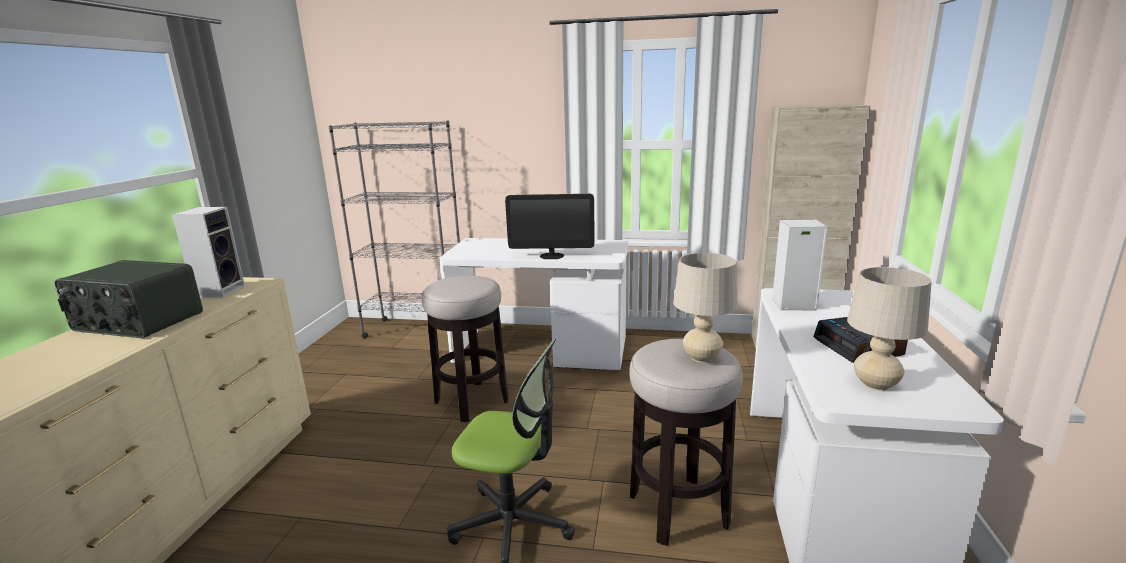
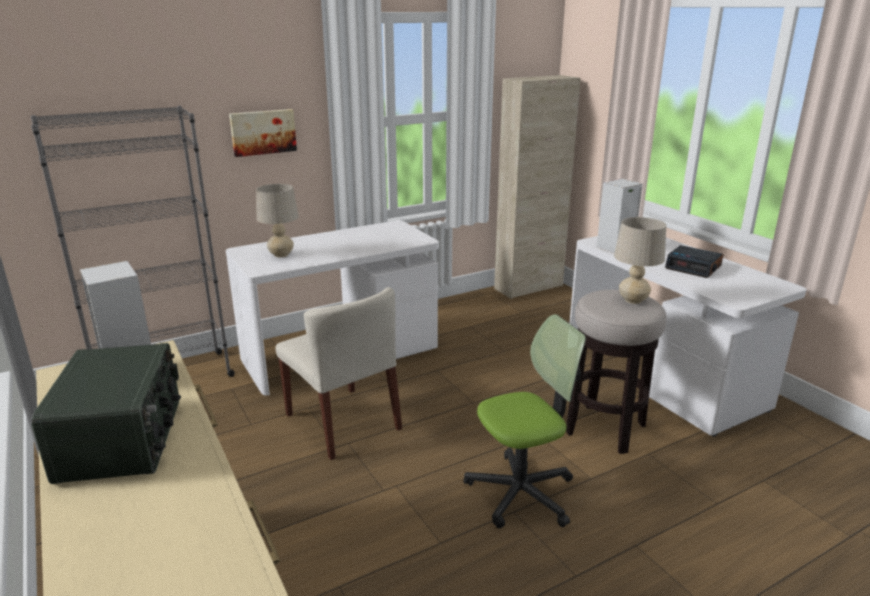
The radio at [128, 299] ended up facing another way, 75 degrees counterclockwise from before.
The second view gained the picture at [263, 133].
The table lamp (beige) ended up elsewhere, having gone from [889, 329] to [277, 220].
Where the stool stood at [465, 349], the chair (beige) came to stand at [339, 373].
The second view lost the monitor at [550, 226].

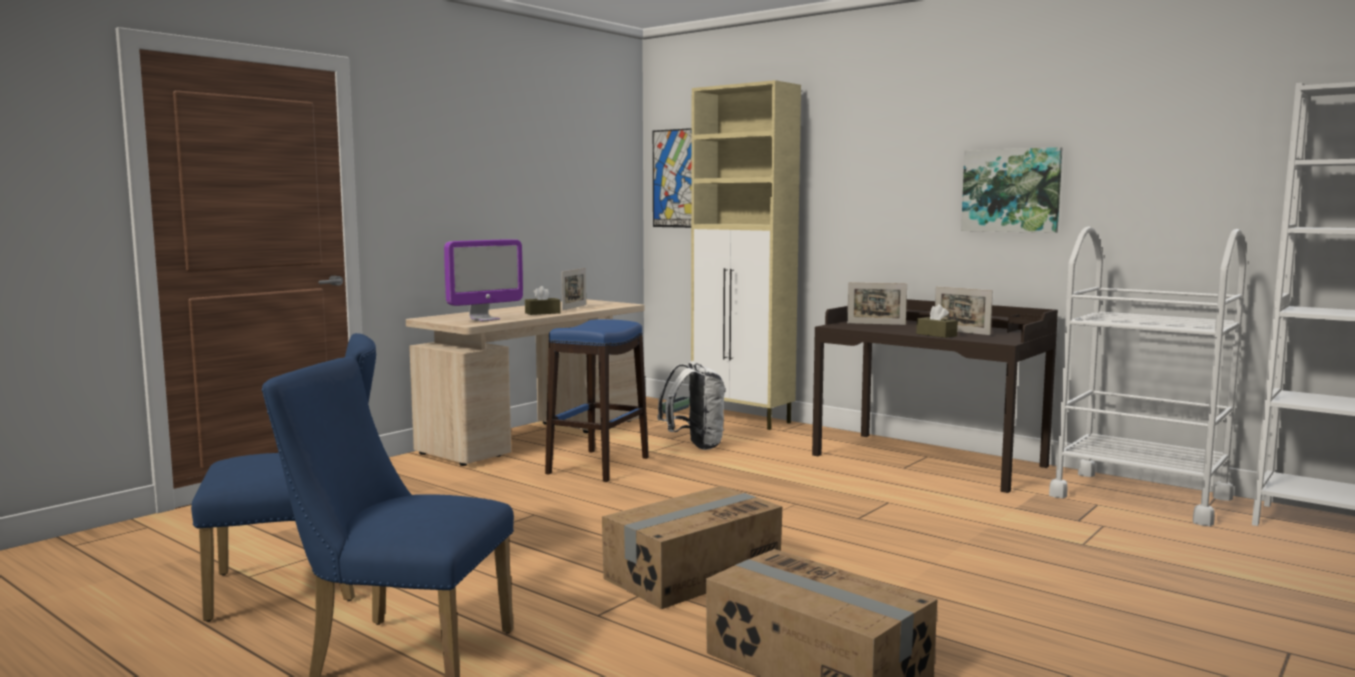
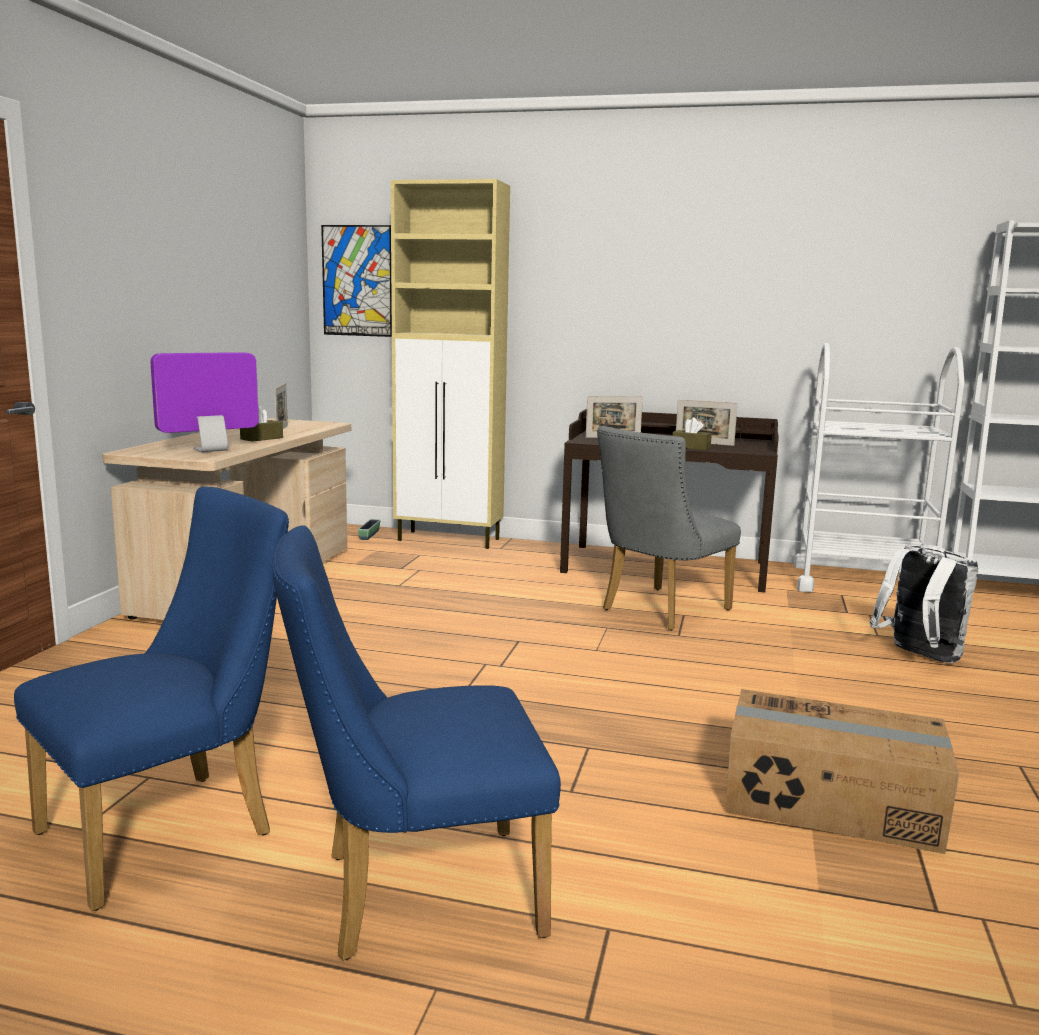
The monitor at [483, 280] ended up facing another way, 150 degrees counterclockwise from before.
The second view gained the chair (grey) at [669, 528].
The backpack (white) ended up elsewhere, having gone from [691, 405] to [924, 604].
The second view lost the stool (blue) at [597, 400].
The second view lost the cardboard box at [692, 547].
The second view lost the picture at [1012, 190].

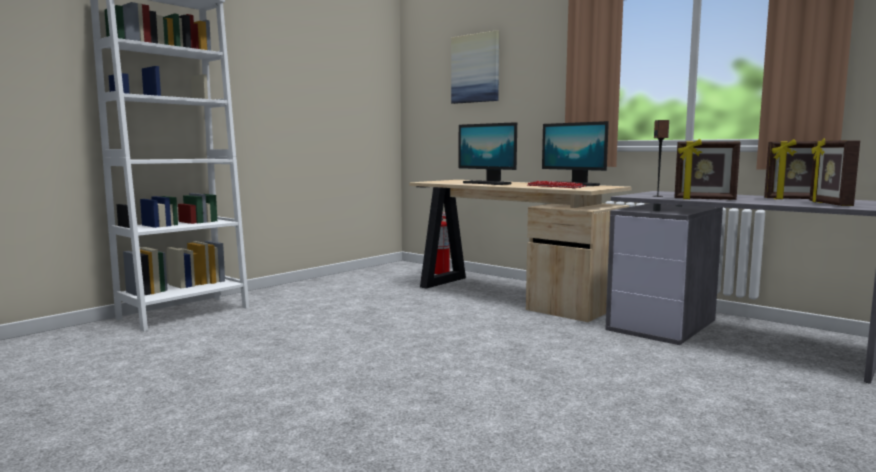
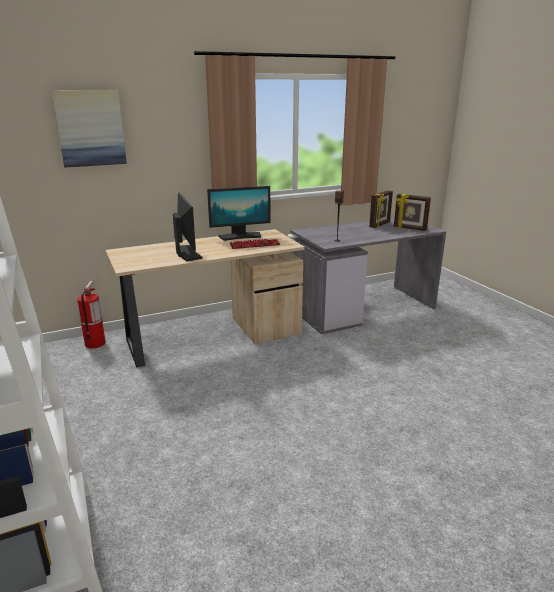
The monitor at [487, 153] ended up facing another way, 90 degrees counterclockwise from before.
The second view lost the picture frame at [707, 169].

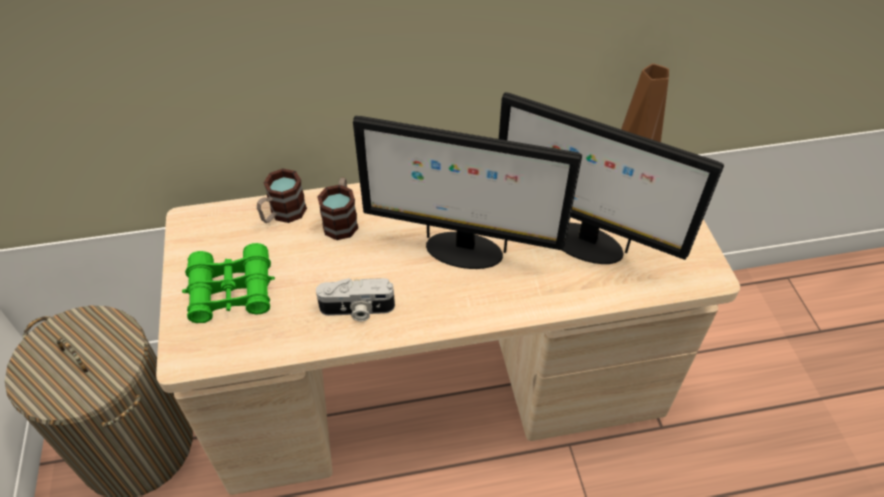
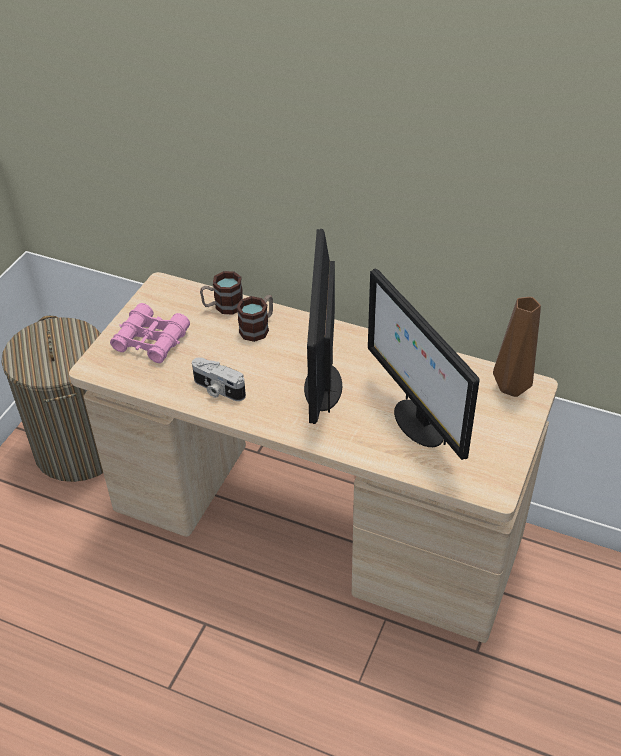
What was the binoculars (green) at [228, 283] turned into the binoculars (pink) at [150, 333].
The monitor at [467, 192] ended up facing another way, 45 degrees clockwise from before.

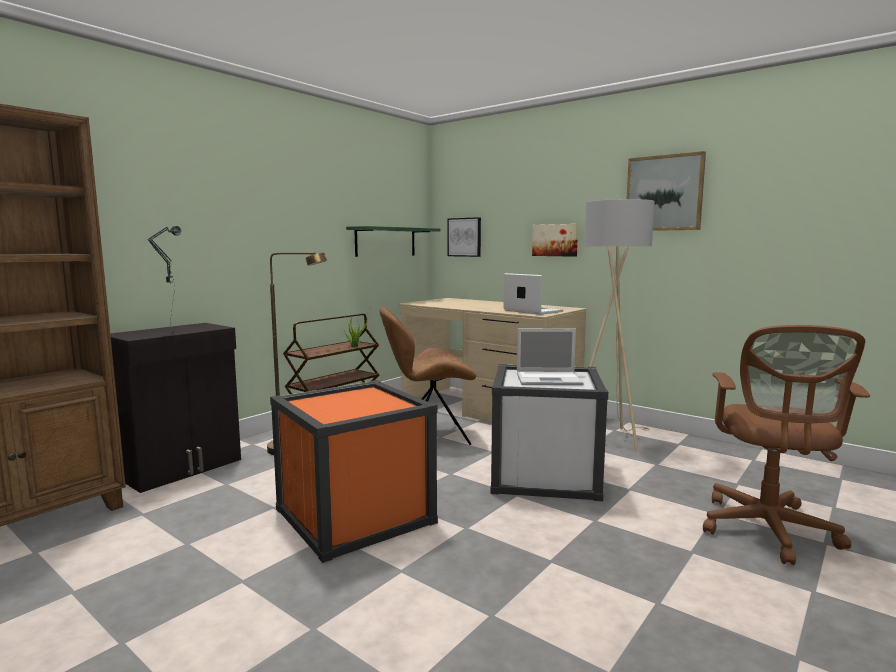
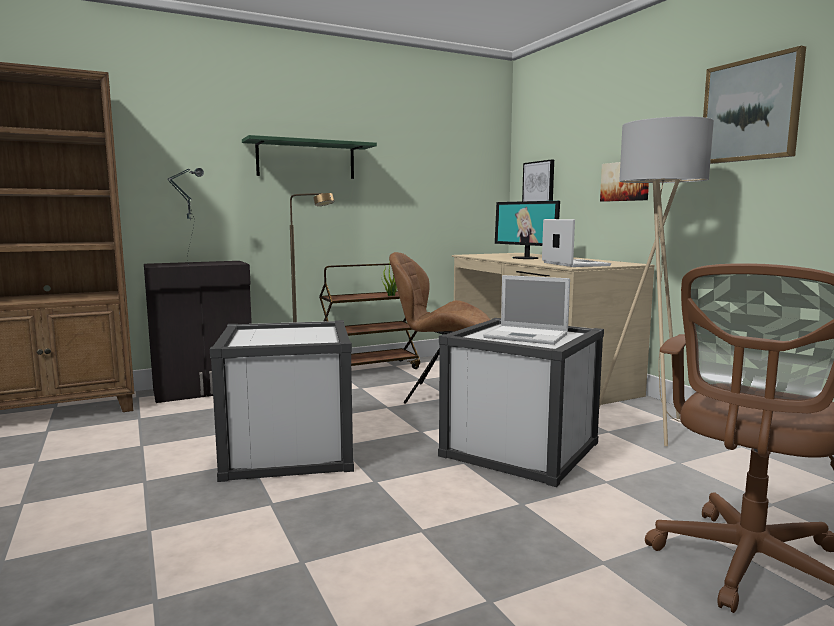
What was the storage box (orange) at [354, 471] turned into the storage box (white) at [282, 401].
The shelf (green) ended up elsewhere, having gone from [393, 241] to [309, 157].
The second view gained the monitor at [527, 230].

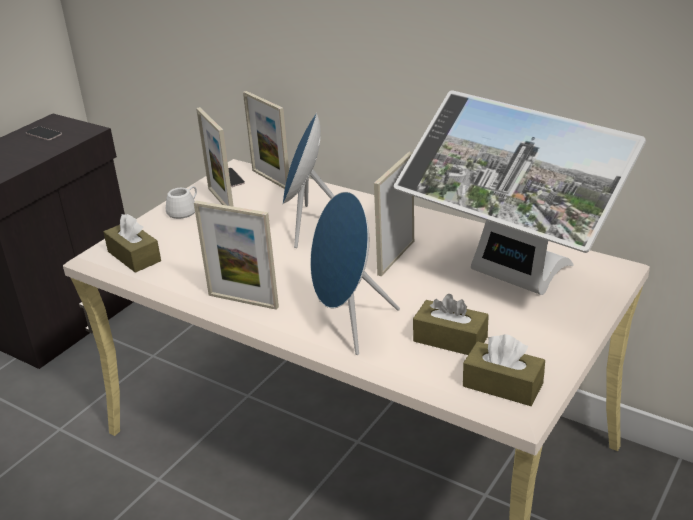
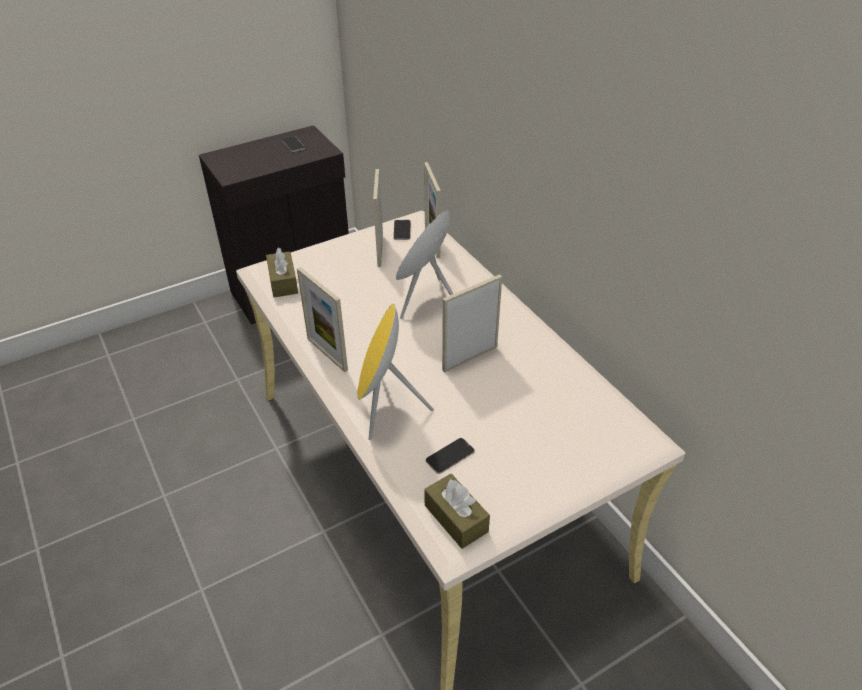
What was the speaker (blue) at [355, 273] turned into the speaker (yellow) at [395, 372].
Where the tissue box (brown) stood at [451, 324], the phone came to stand at [450, 456].
The second view lost the mug (white) at [181, 202].
The second view lost the monitor at [520, 192].

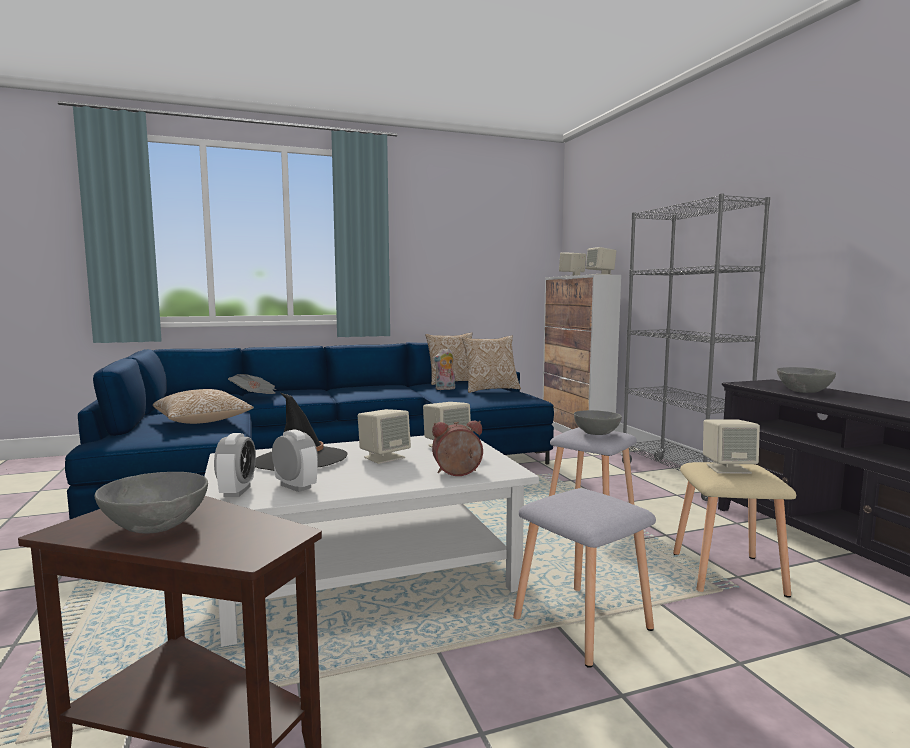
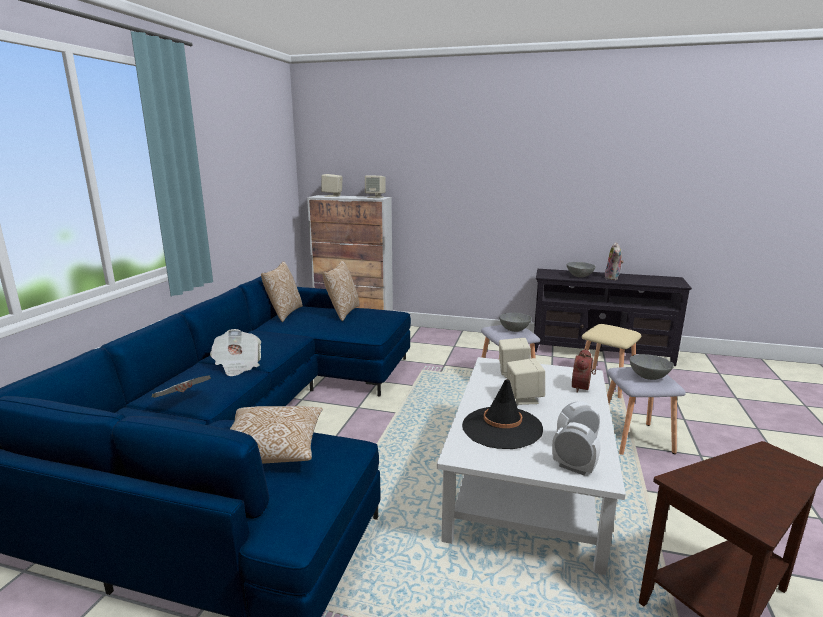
The second view gained the newspaper at [235, 352].
The plush toy ended up elsewhere, having gone from [443, 369] to [614, 261].
The bowl (grey) ended up elsewhere, having gone from [151, 503] to [652, 367].
The second view lost the bookcase (grey) at [695, 347].
The second view lost the speaker (beige) at [731, 446].

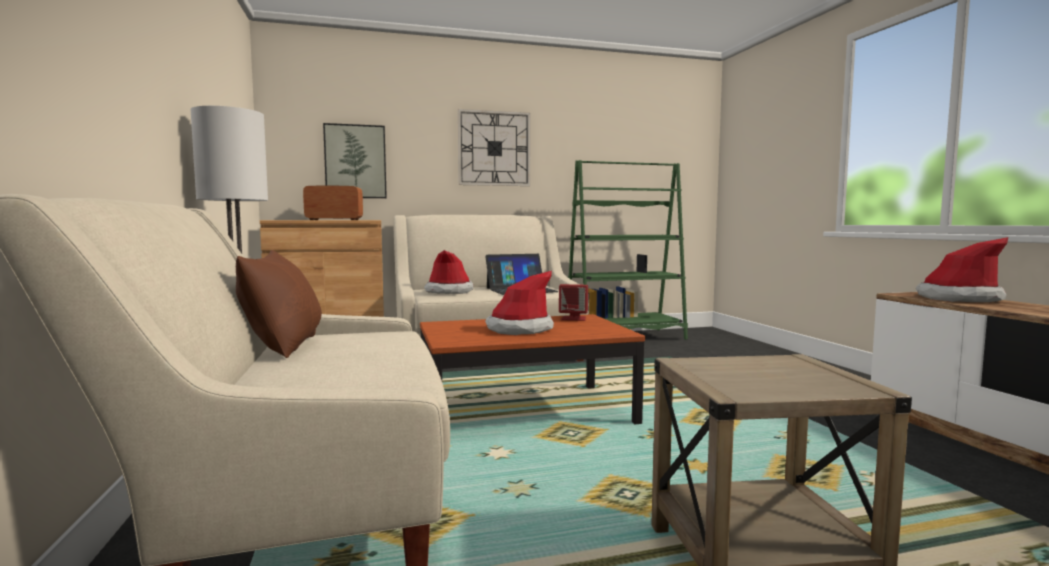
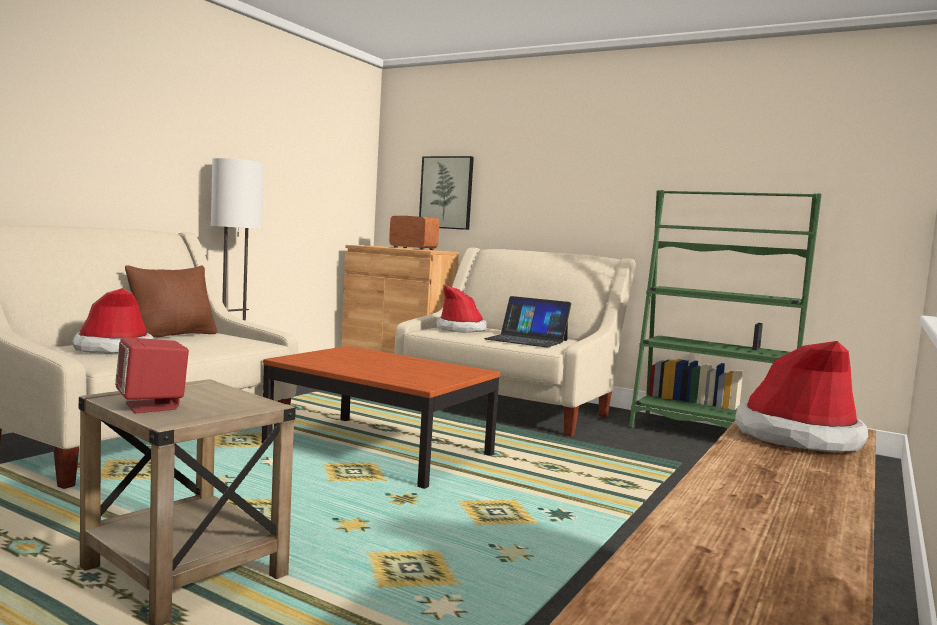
The hat ended up elsewhere, having gone from [519, 303] to [113, 320].
The speaker (red) ended up elsewhere, having gone from [573, 302] to [152, 375].
The second view lost the wall clock at [494, 147].

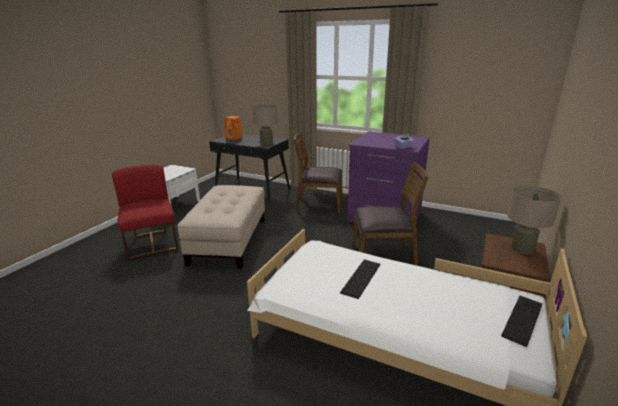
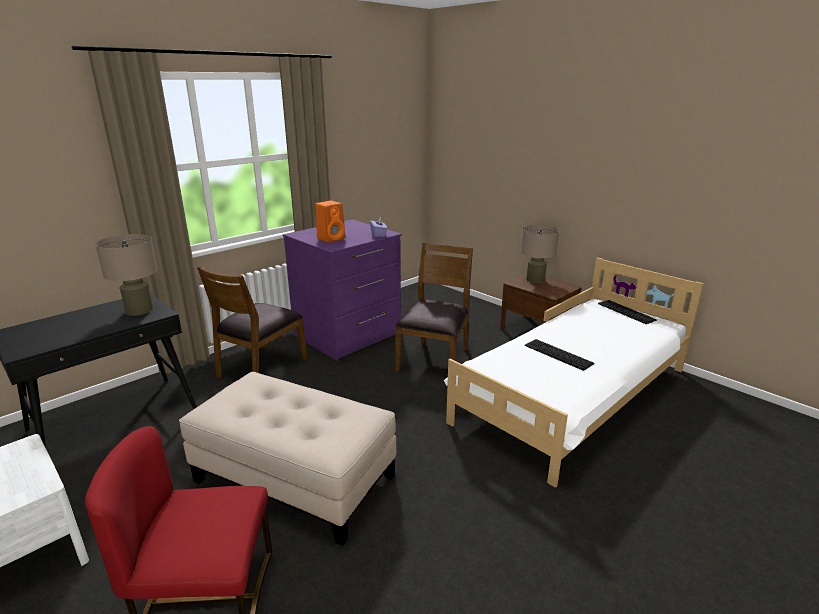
The speaker (orange) ended up elsewhere, having gone from [233, 128] to [330, 222].

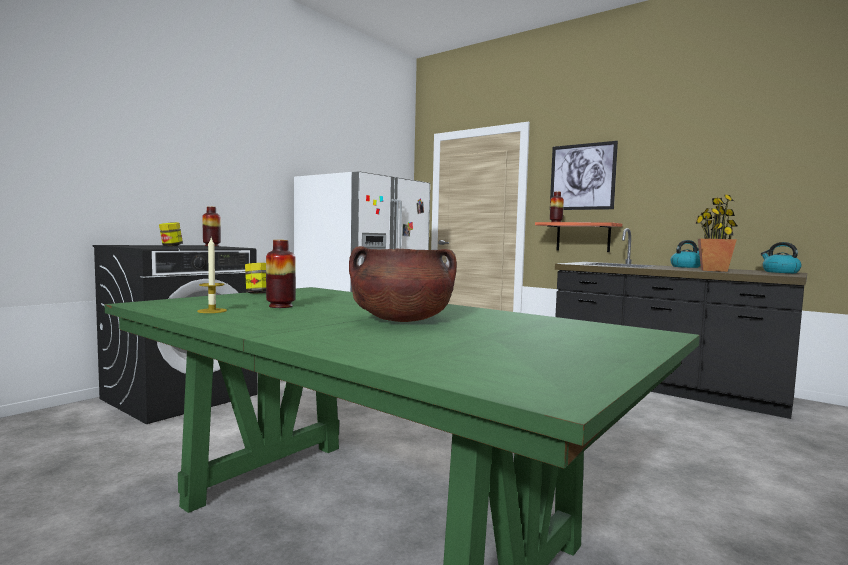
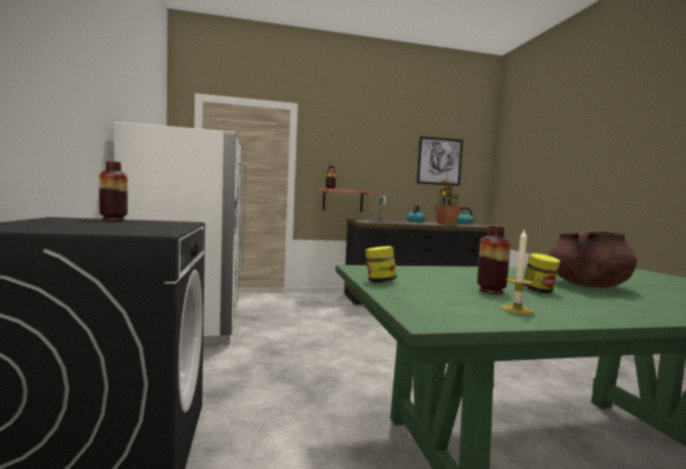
The picture ended up elsewhere, having gone from [584, 175] to [440, 161].
The jar ended up elsewhere, having gone from [171, 234] to [542, 273].

